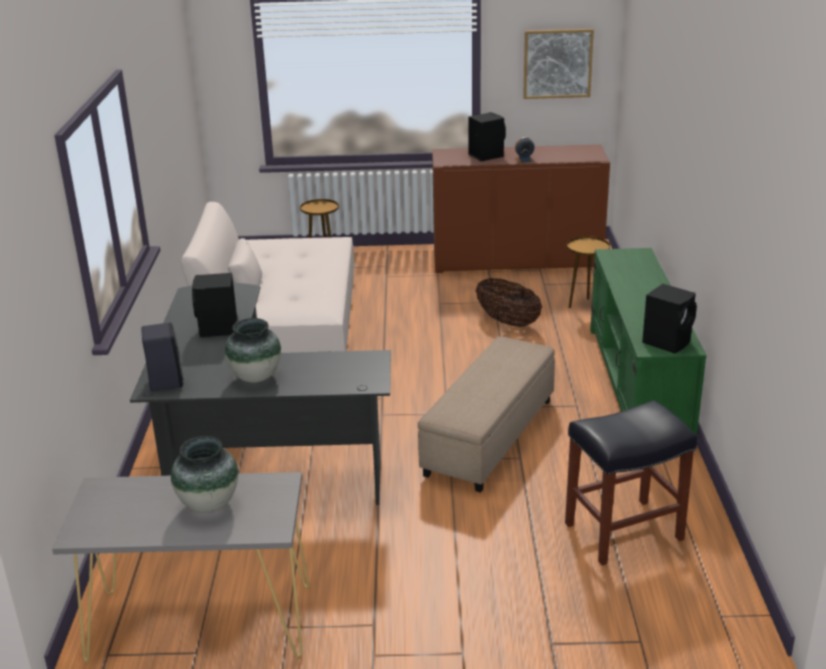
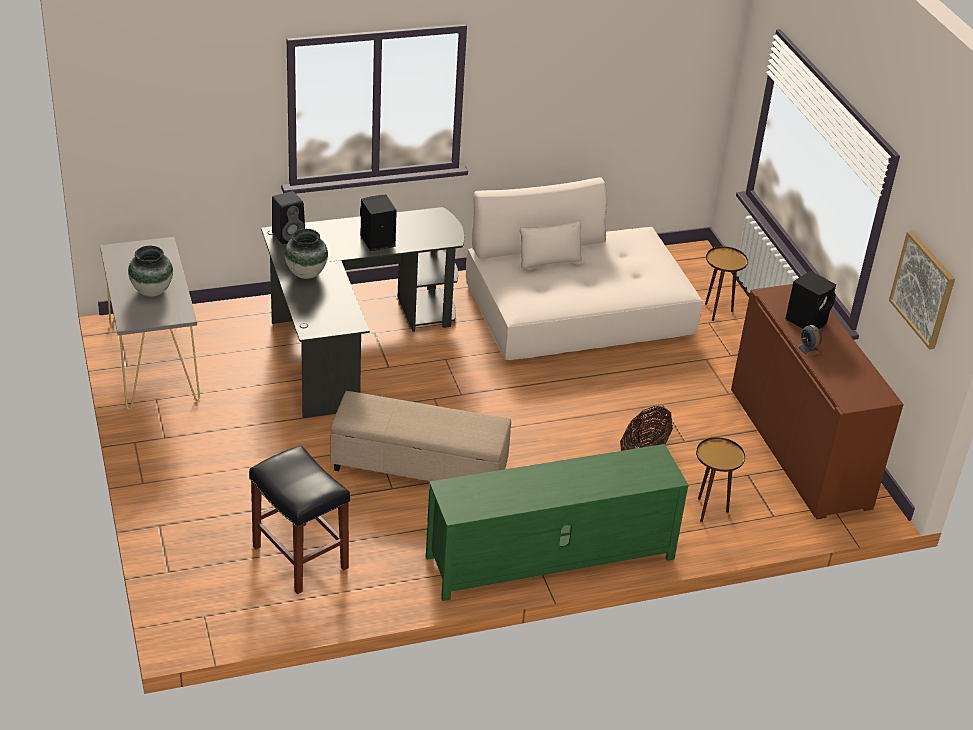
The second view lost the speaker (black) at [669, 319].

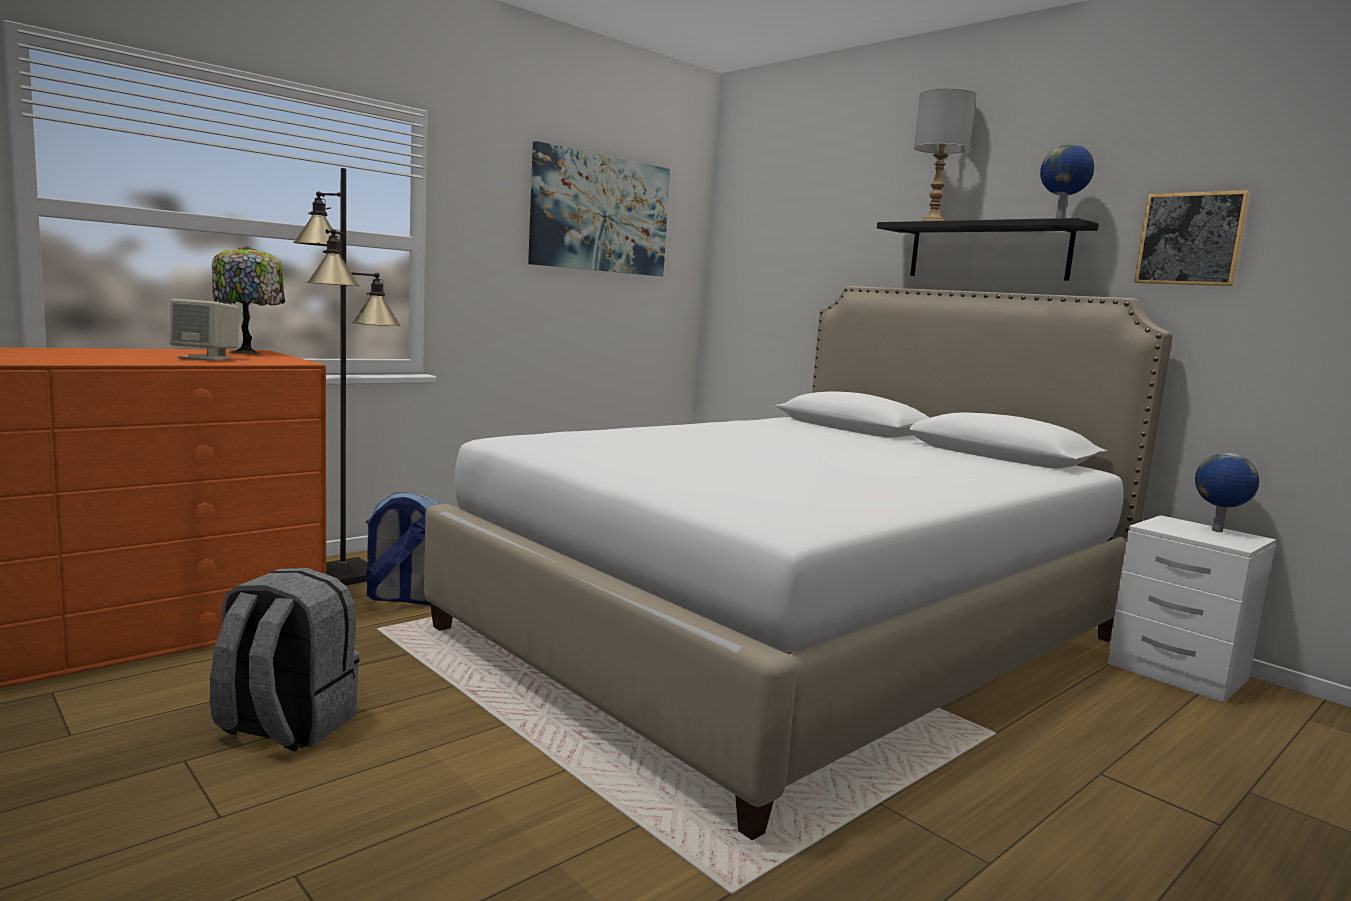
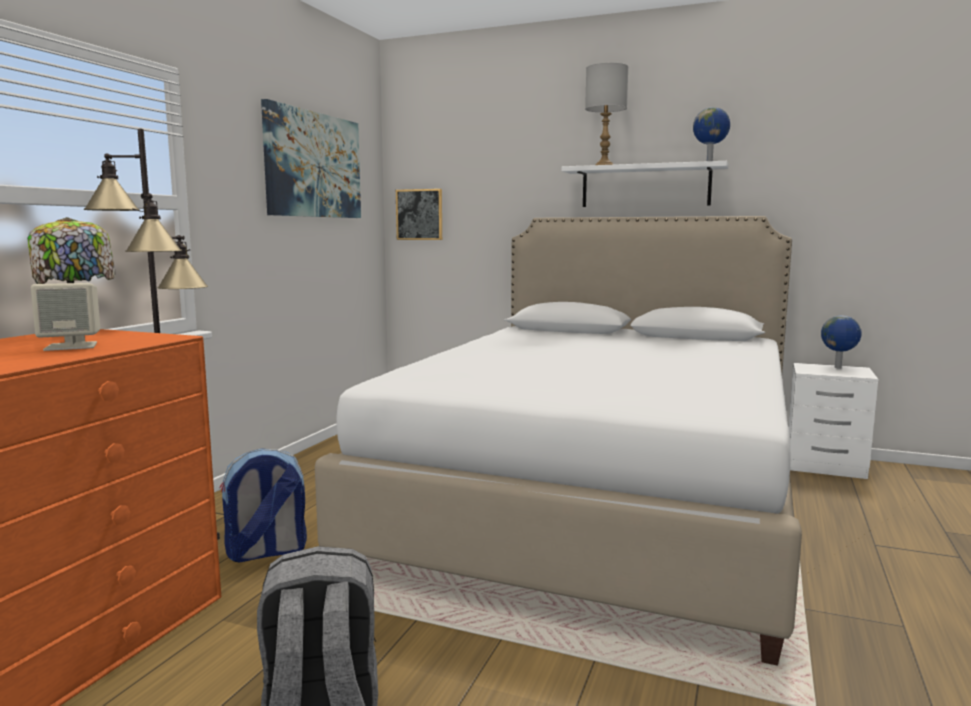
The picture ended up elsewhere, having gone from [1192, 238] to [419, 214].
What was the shelf (black) at [988, 249] turned into the shelf (white) at [645, 184].

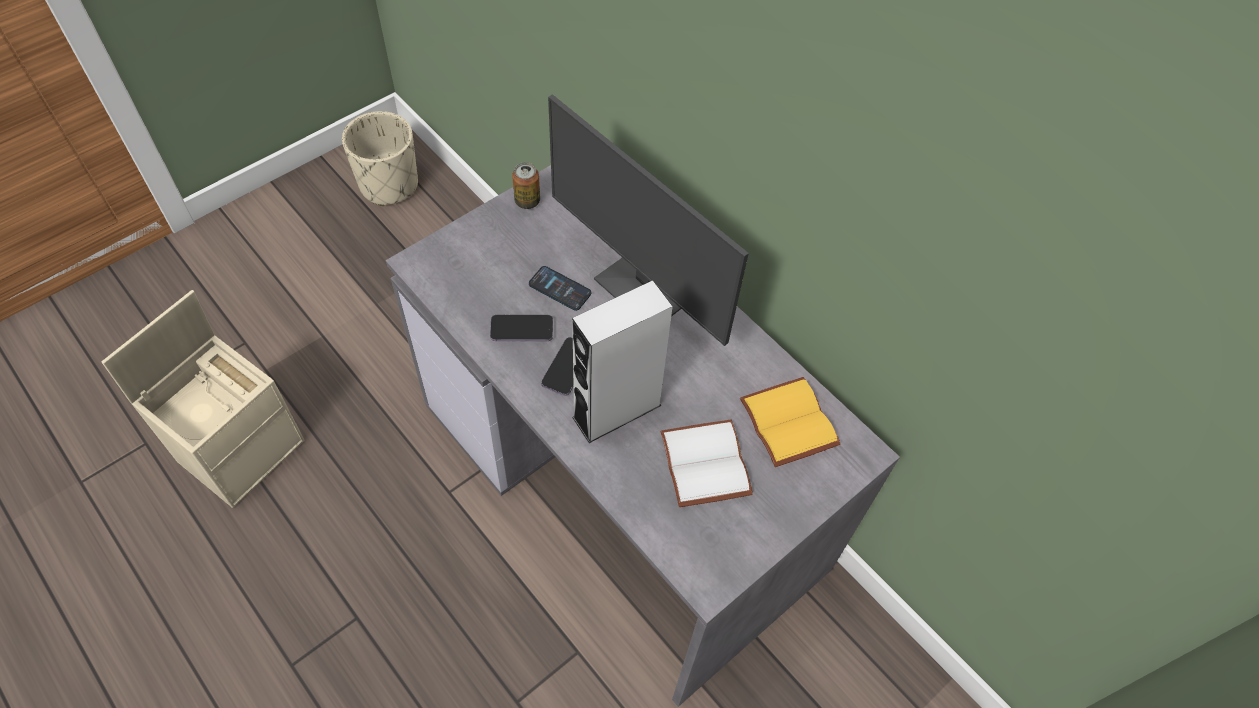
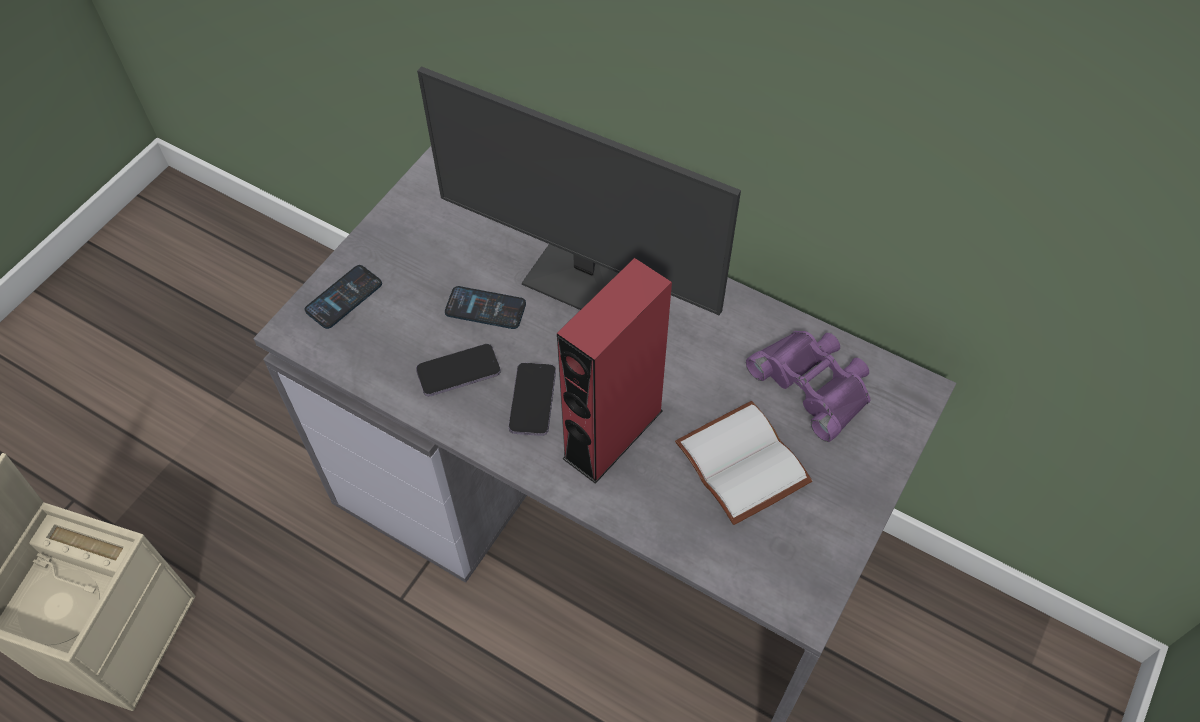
The second view gained the phone at [343, 297].
What was the speaker (grey) at [622, 361] turned into the speaker (red) at [614, 371].
Where the book (yellow) stood at [790, 422], the binoculars (purple) came to stand at [808, 386].
The second view lost the planter (beige) at [380, 158].
The second view lost the can at [526, 185].

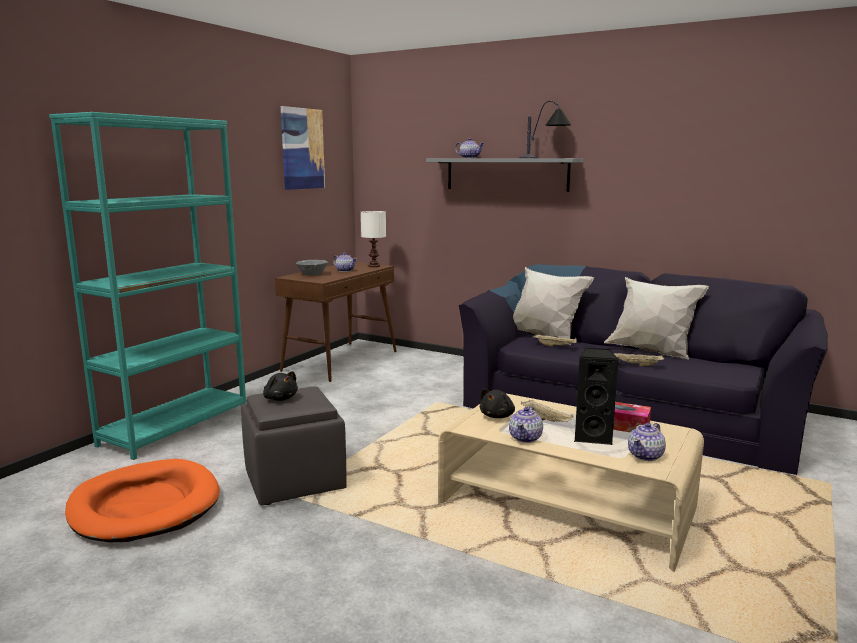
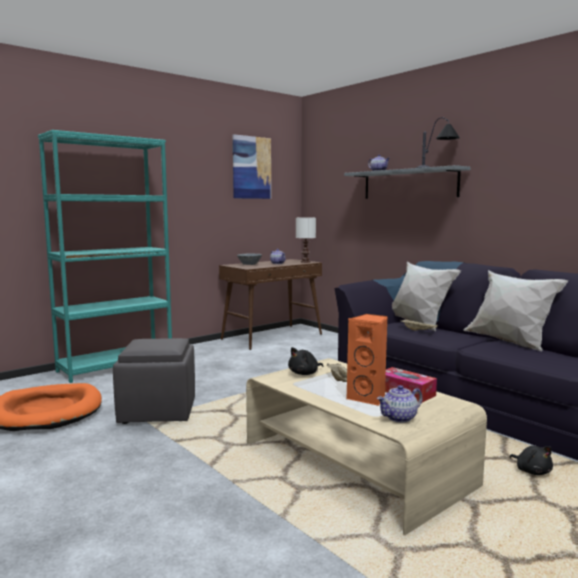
What was the speaker (black) at [596, 396] turned into the speaker (orange) at [367, 360].
The plush toy (black) ended up elsewhere, having gone from [280, 386] to [531, 460].
The second view lost the teapot at [526, 424].
The second view lost the tray (beige) at [638, 359].

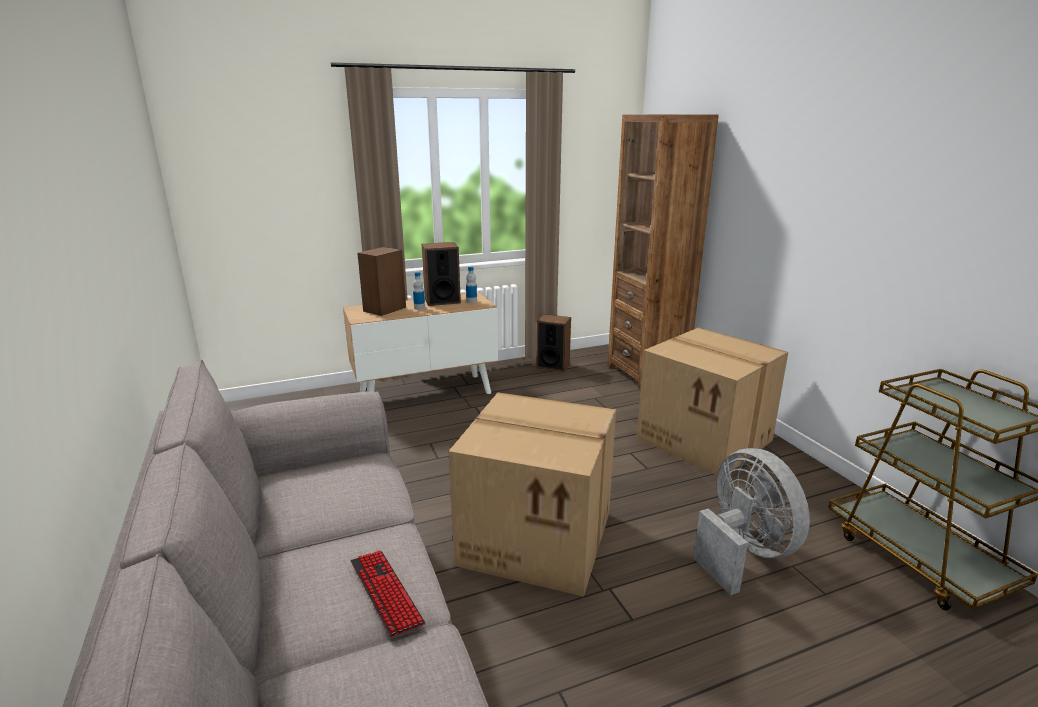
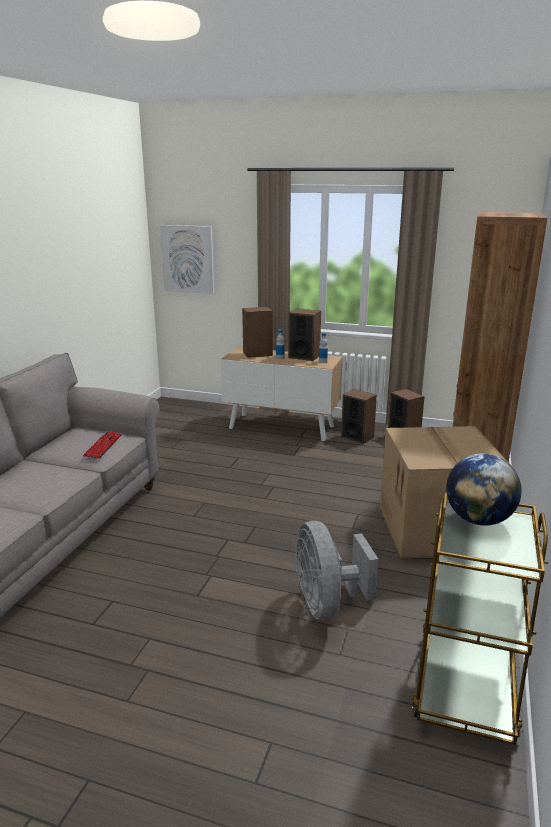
The keyboard ended up elsewhere, having gone from [388, 593] to [102, 445].
The second view gained the picture at [187, 259].
The fan (grey) at [751, 521] ended up facing another way, 150 degrees clockwise from before.
The second view gained the speaker at [359, 416].
The second view gained the globe at [484, 490].
The second view lost the cardboard box at [532, 494].

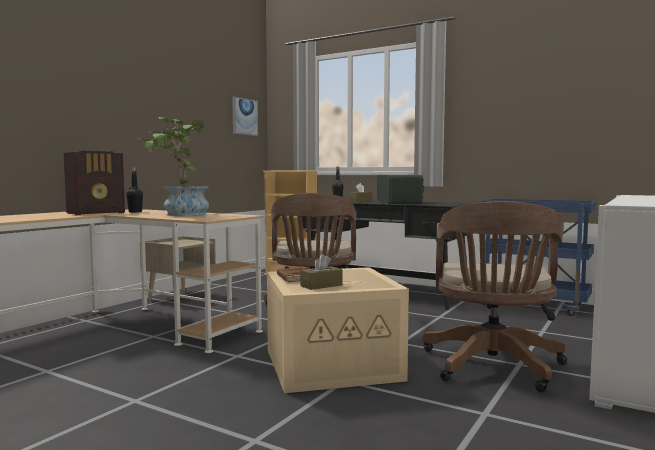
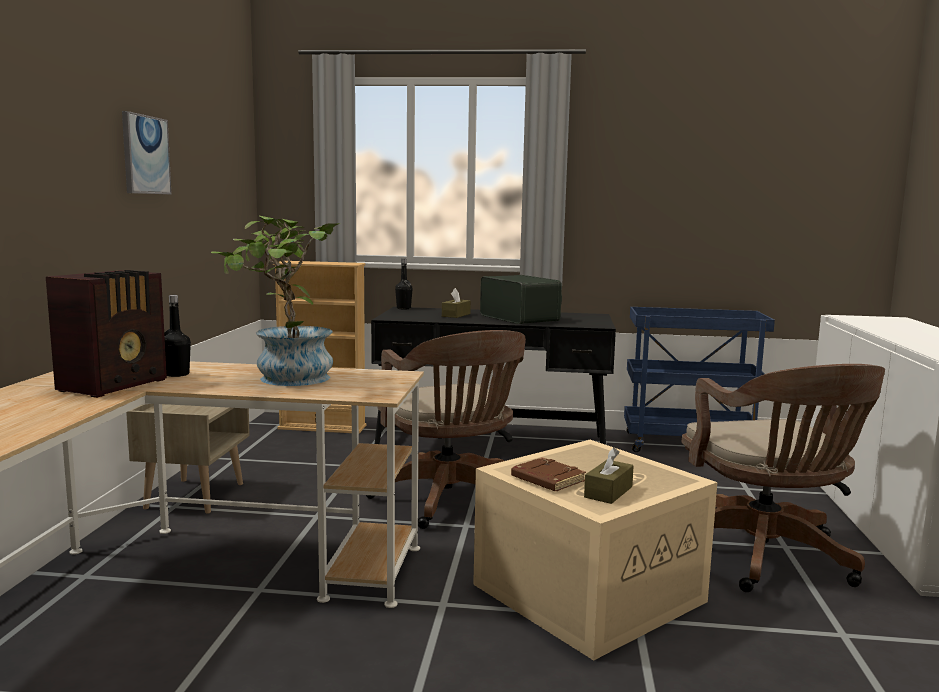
The picture ended up elsewhere, having gone from [245, 116] to [147, 152].

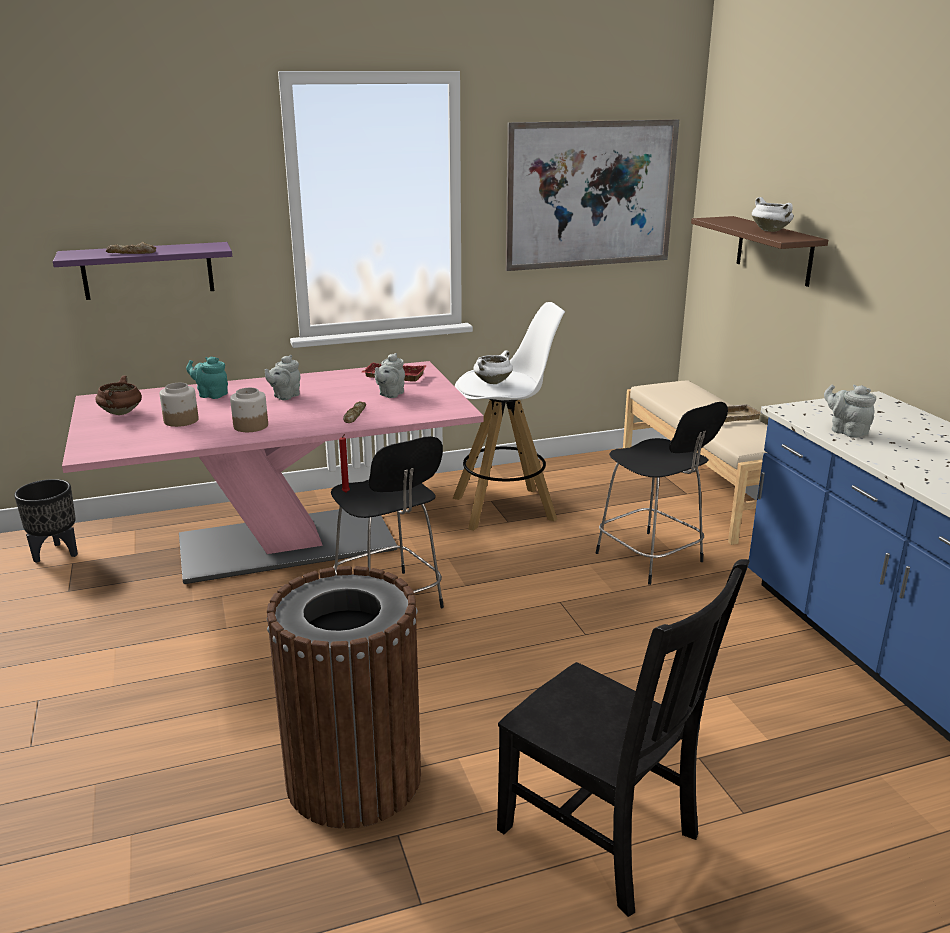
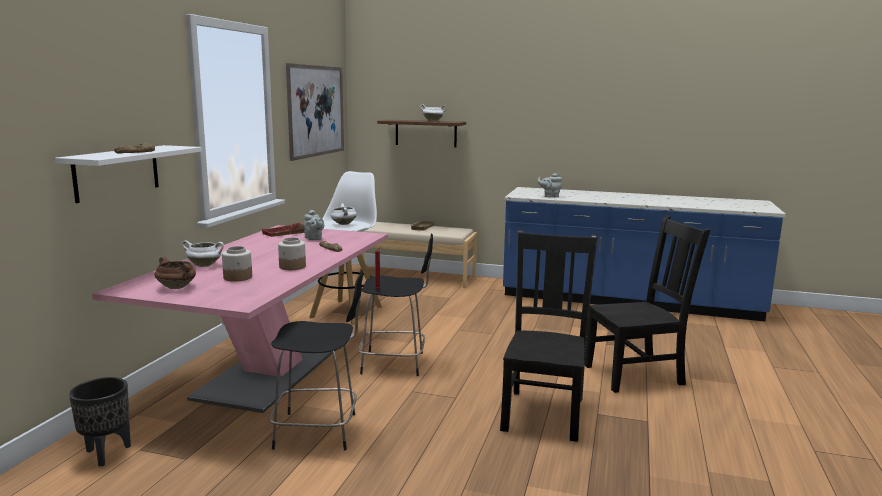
What was the shelf (purple) at [142, 271] turned into the shelf (white) at [128, 174].
Where the teapot (turquoise) stood at [207, 378], the cooking pot (white) came to stand at [203, 253].
The stool (black) ended up elsewhere, having gone from [662, 493] to [316, 359].
Where the trash can (brown) stood at [344, 697], the chair (black) came to stand at [549, 335].
The second view lost the teapot (grey) at [282, 377].

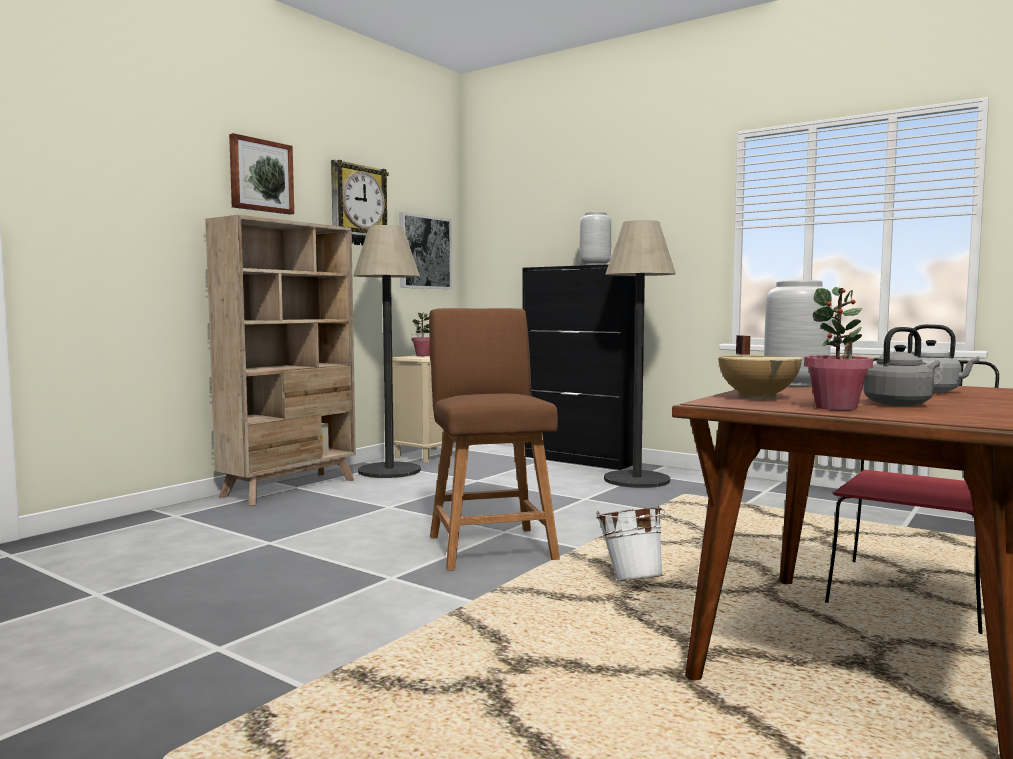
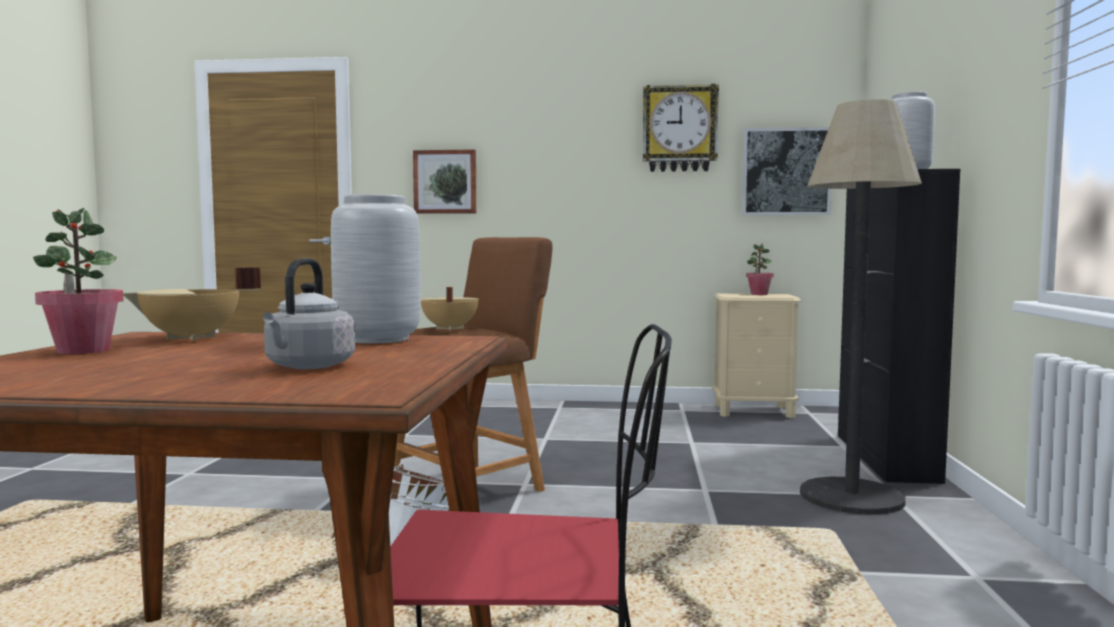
The picture ended up elsewhere, having gone from [261, 174] to [444, 181].
The second view gained the cooking pot (beige) at [450, 308].
The second view lost the bookcase (beige) at [280, 360].
The second view lost the floor lamp at [387, 351].
The second view lost the kettle (grey) at [902, 366].

